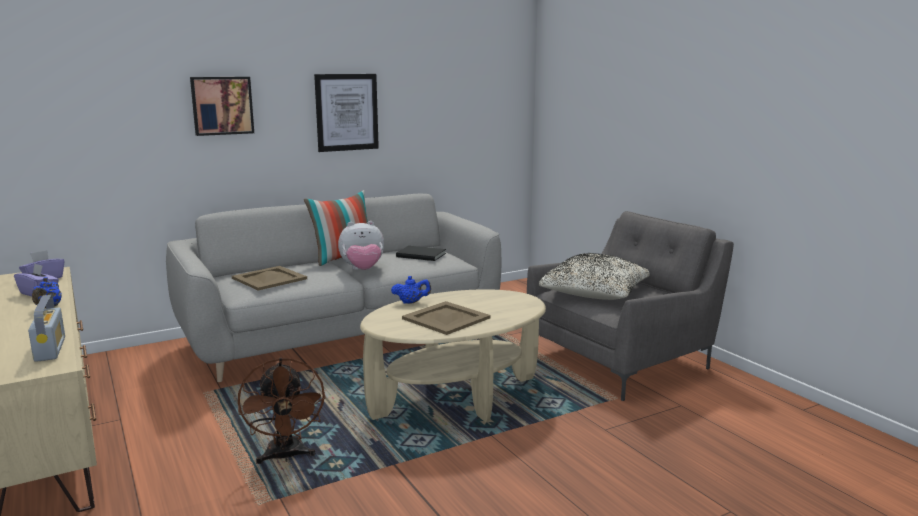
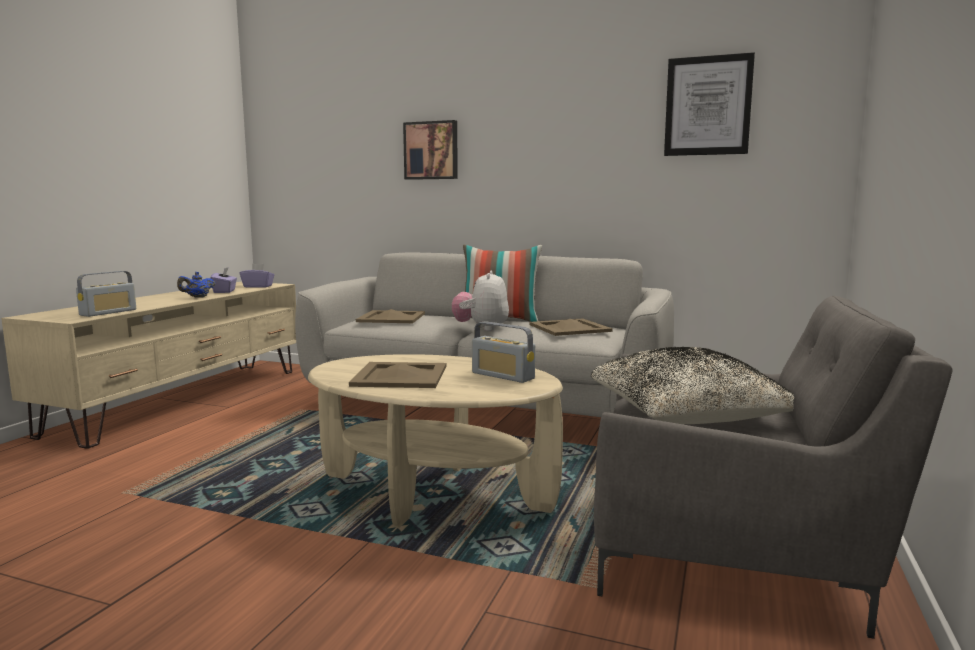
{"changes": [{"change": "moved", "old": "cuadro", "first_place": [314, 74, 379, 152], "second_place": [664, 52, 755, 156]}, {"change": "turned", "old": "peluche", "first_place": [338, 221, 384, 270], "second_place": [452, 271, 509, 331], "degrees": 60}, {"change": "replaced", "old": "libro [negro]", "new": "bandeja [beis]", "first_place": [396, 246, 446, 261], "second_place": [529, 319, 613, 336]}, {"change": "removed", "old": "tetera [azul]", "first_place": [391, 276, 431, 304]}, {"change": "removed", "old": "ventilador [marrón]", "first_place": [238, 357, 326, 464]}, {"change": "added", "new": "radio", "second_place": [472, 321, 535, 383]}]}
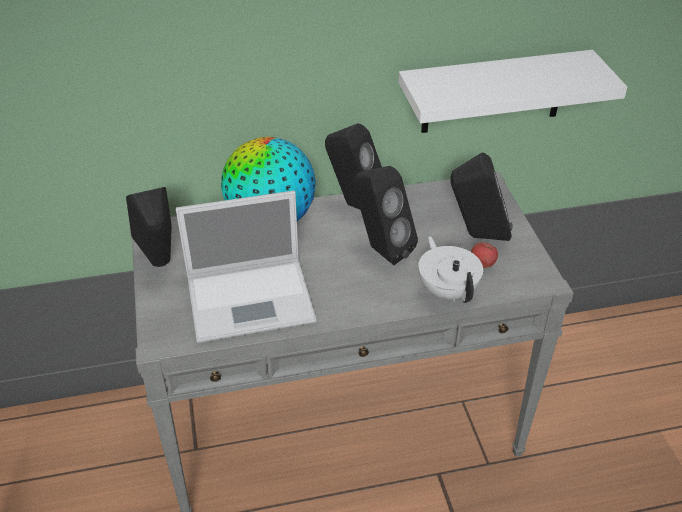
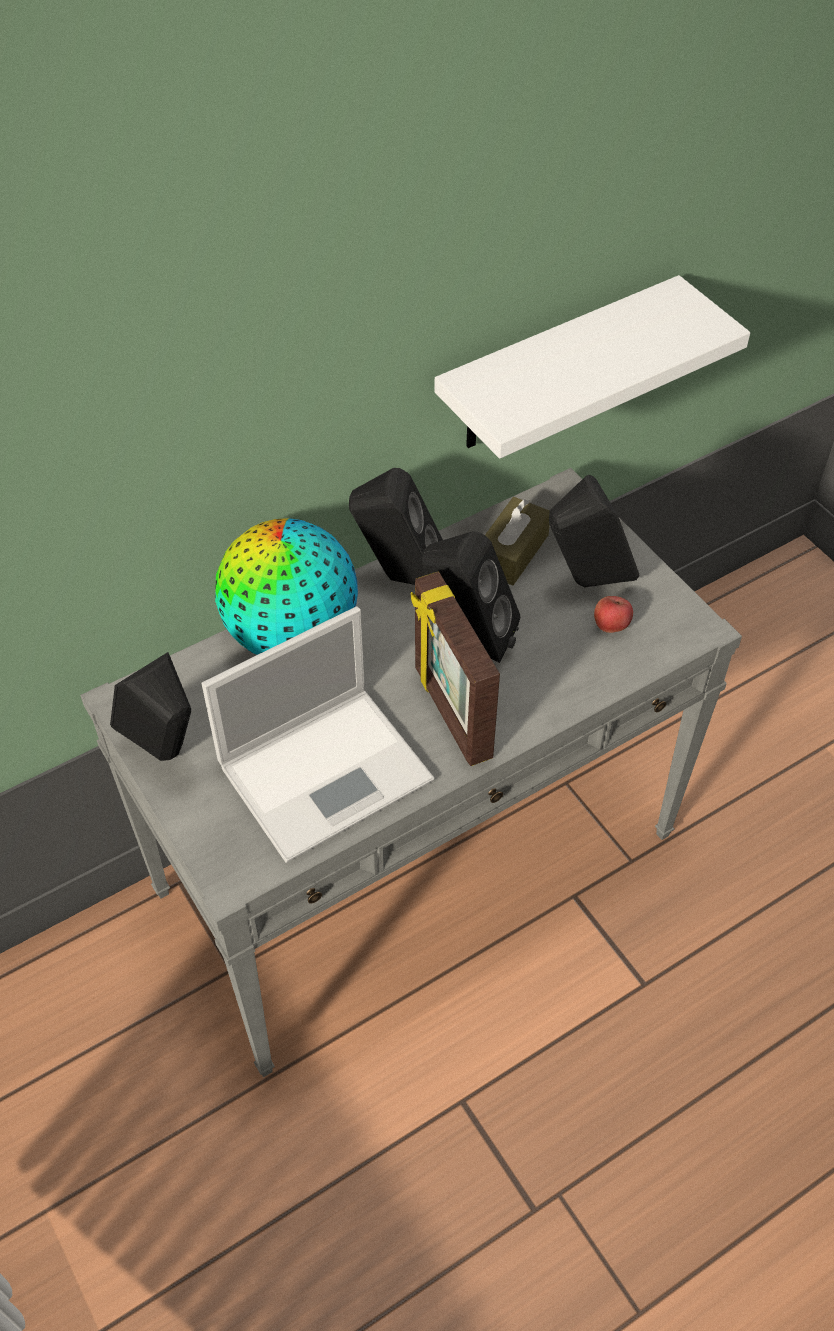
{"changes": [{"change": "removed", "old": "tetera [blanco]", "first_place": [418, 236, 483, 303]}, {"change": "added", "new": "caja de pañuelos [marrón]", "second_place": [485, 497, 550, 585]}, {"change": "added", "new": "portarretratos", "second_place": [411, 571, 500, 766]}]}
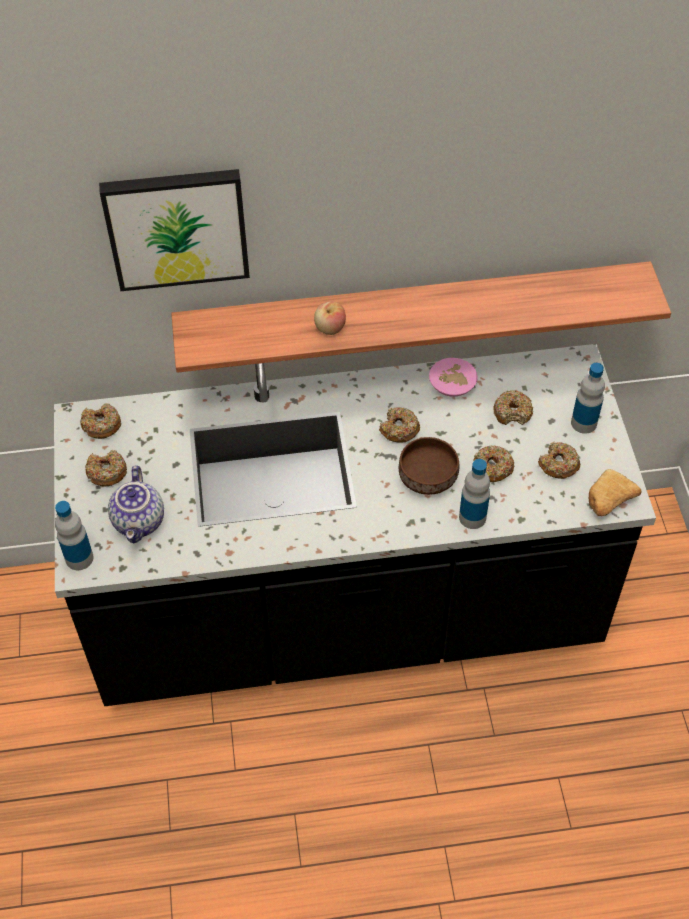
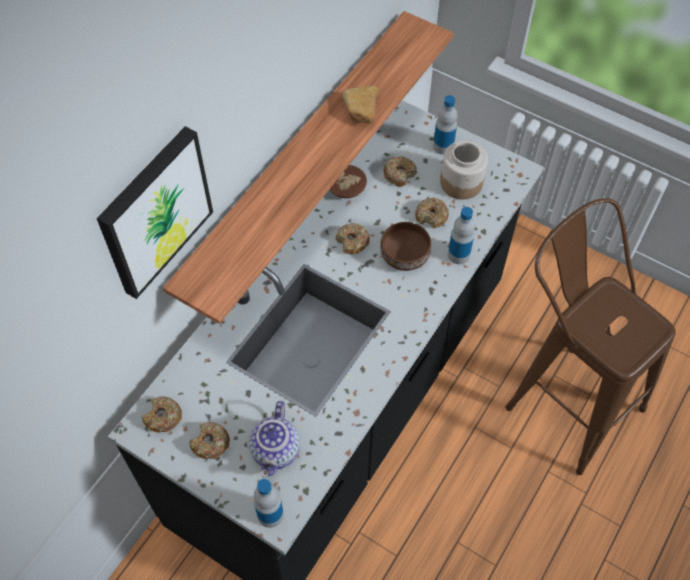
{"changes": [{"change": "removed", "old": "manzana", "first_place": [314, 301, 346, 335]}, {"change": "recoloured", "old": "cuenco [rosa]", "new": "cuenco [marrón]", "first_place": [429, 358, 478, 397], "second_place": [329, 165, 367, 198]}, {"change": "replaced", "old": "rosquilla", "new": "tarro", "first_place": [538, 442, 580, 479], "second_place": [440, 141, 488, 200]}, {"change": "turned", "old": "tetera", "first_place": [108, 465, 164, 543], "second_place": [249, 401, 300, 478], "degrees": 60}, {"change": "moved", "old": "pan", "first_place": [589, 469, 642, 516], "second_place": [342, 86, 380, 123]}, {"change": "added", "new": "taburete [marrón]", "second_place": [506, 198, 676, 475]}]}
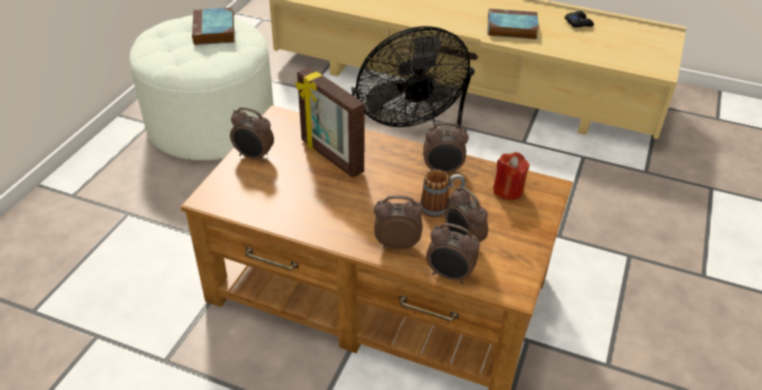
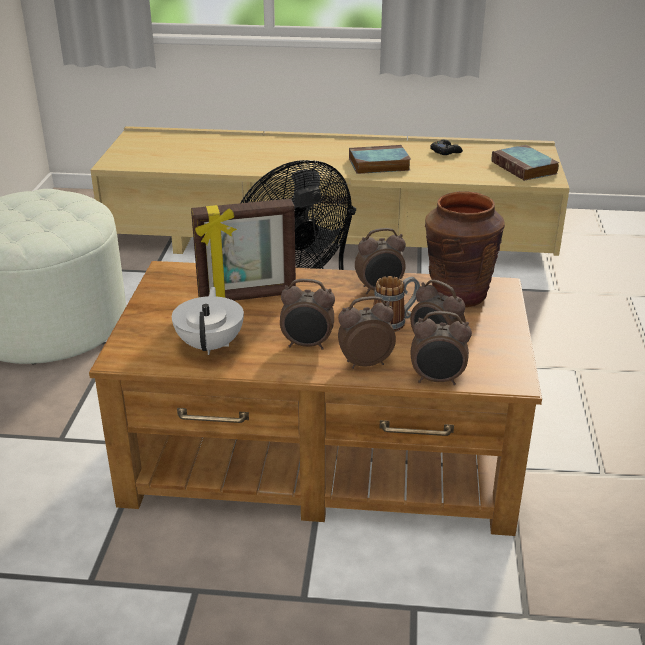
{"changes": [{"change": "moved", "old": "libro", "first_place": [192, 7, 234, 45], "second_place": [492, 145, 559, 181]}, {"change": "turned", "old": "portarretratos", "first_place": [295, 67, 365, 178], "second_place": [191, 199, 296, 301], "degrees": -45}, {"change": "moved", "old": "despertador", "first_place": [230, 107, 274, 163], "second_place": [280, 279, 335, 350]}, {"change": "replaced", "old": "vela [rojo]", "new": "florero [marrón]", "first_place": [493, 152, 530, 200], "second_place": [425, 191, 505, 307]}, {"change": "added", "new": "tetera [blanco]", "second_place": [172, 287, 244, 355]}]}
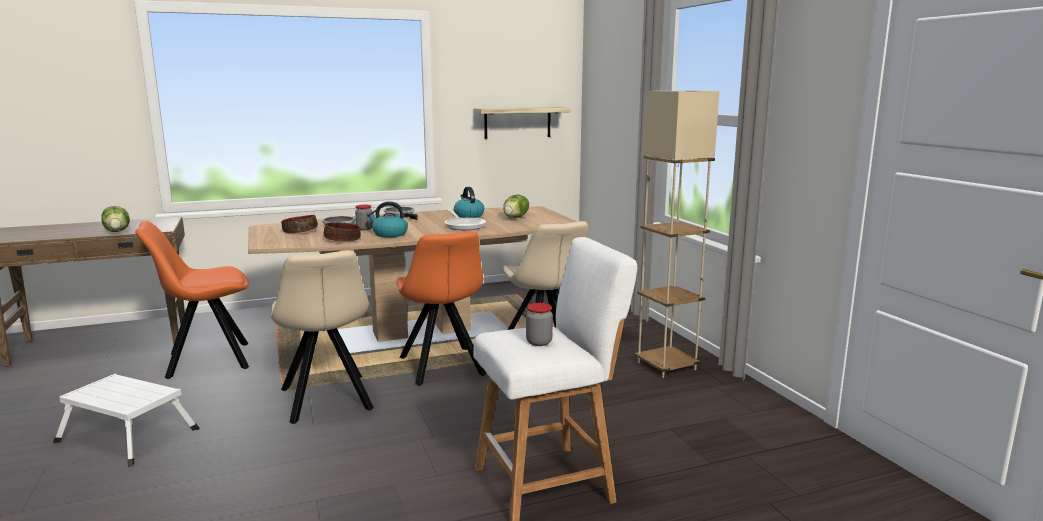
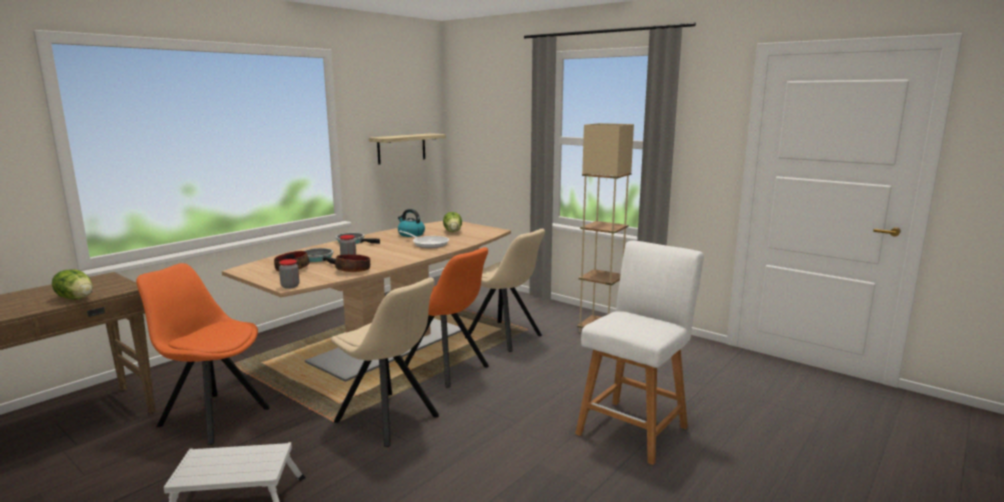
{"changes": [{"change": "removed", "old": "hervidor", "first_place": [367, 201, 408, 237]}, {"change": "turned", "old": "silla [naranja]", "first_place": [135, 220, 249, 379], "second_place": [136, 263, 270, 445], "degrees": 75}, {"change": "moved", "old": "tarro", "first_place": [526, 303, 553, 346], "second_place": [279, 259, 300, 289]}]}
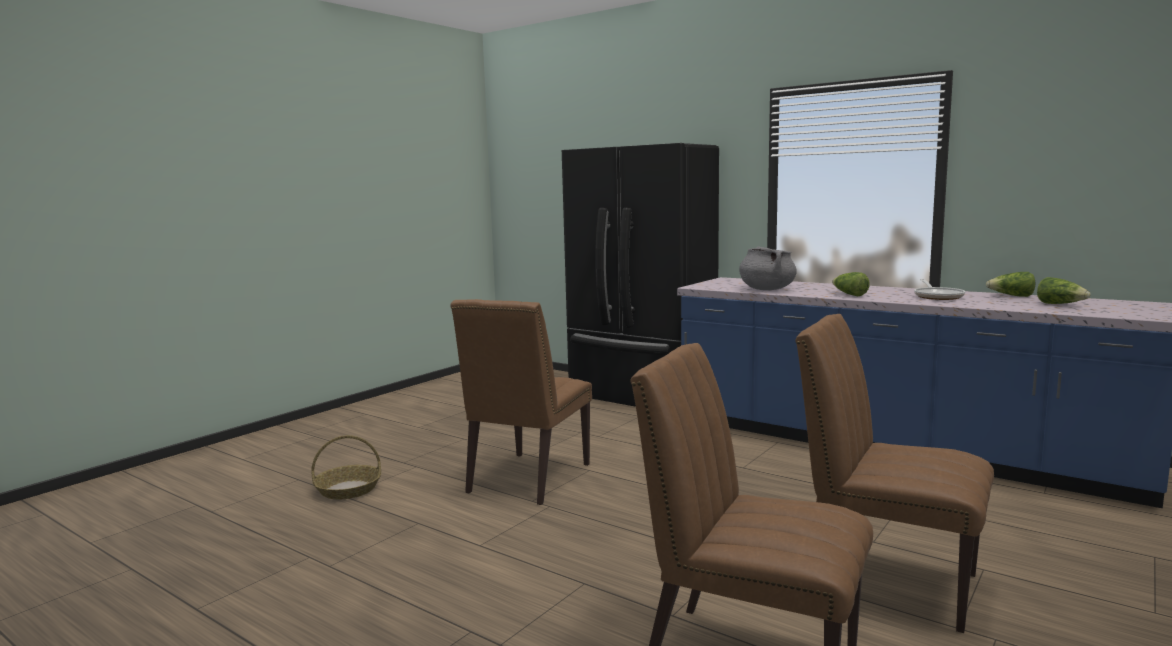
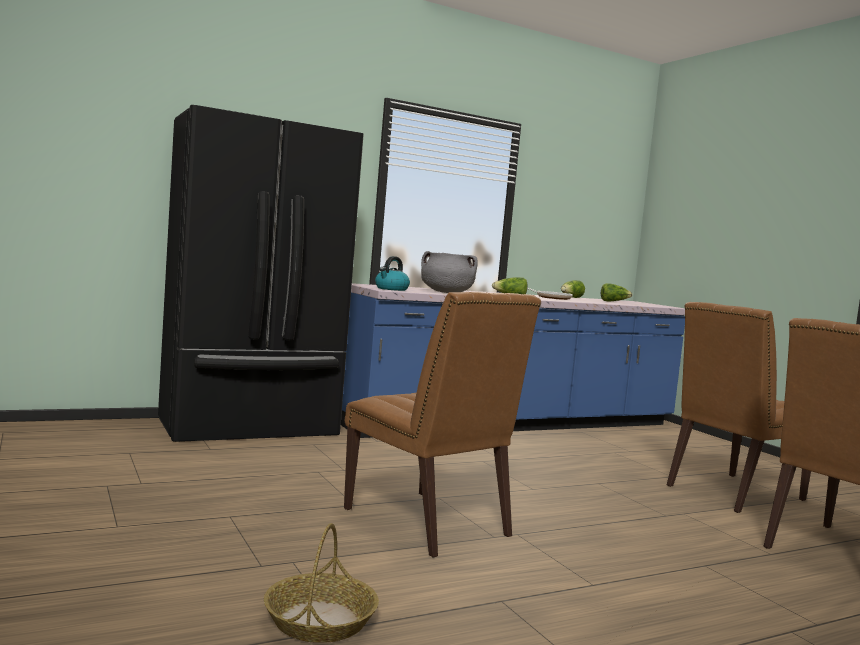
{"changes": [{"change": "added", "new": "hervidor", "second_place": [375, 256, 410, 291]}]}
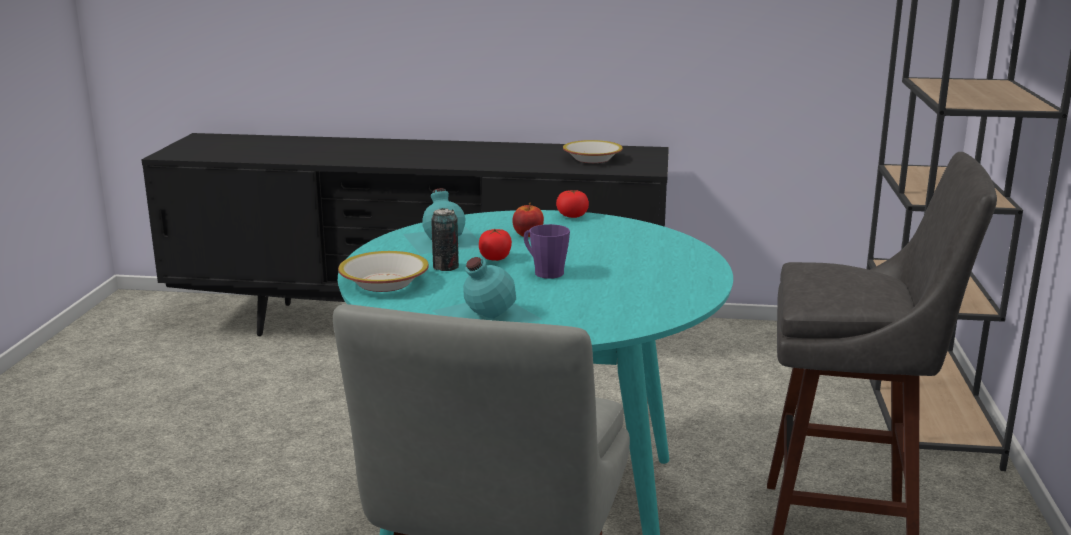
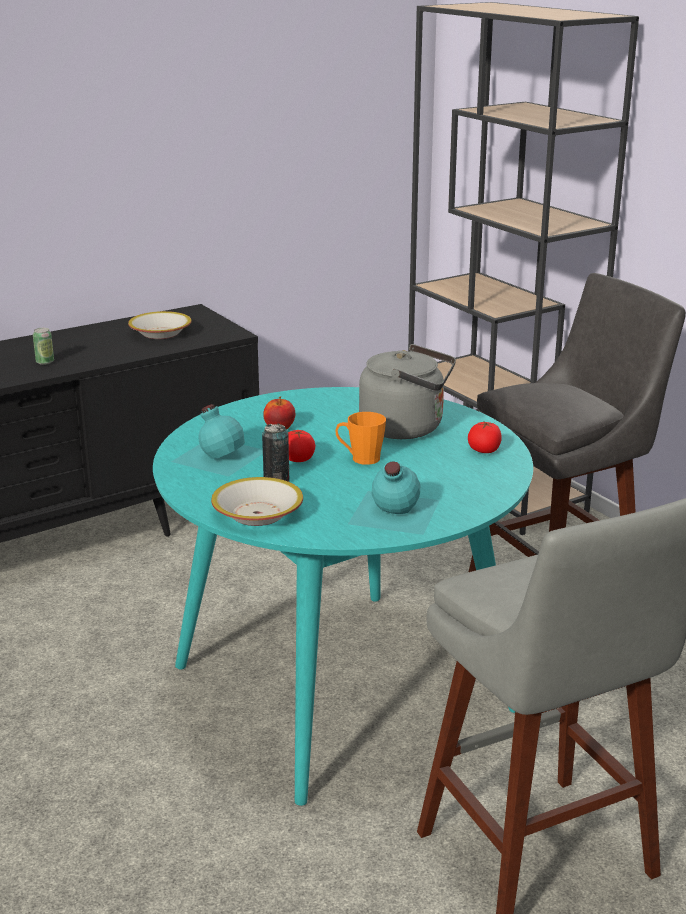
{"changes": [{"change": "moved", "old": "tomate", "first_place": [556, 190, 589, 218], "second_place": [468, 422, 502, 453]}, {"change": "recoloured", "old": "taza grande [morado]", "new": "taza grande [naranja]", "first_place": [524, 224, 570, 279], "second_place": [336, 412, 386, 465]}, {"change": "added", "new": "lata", "second_place": [33, 328, 54, 365]}, {"change": "added", "new": "hervidor [gris]", "second_place": [359, 344, 456, 439]}]}
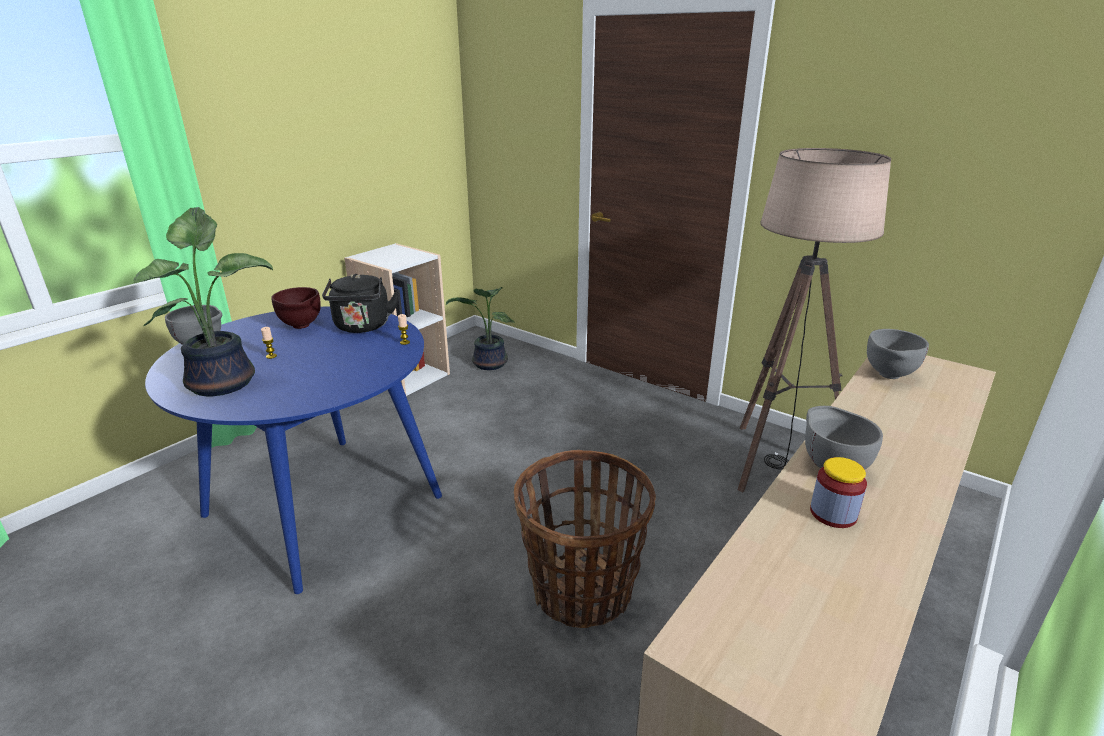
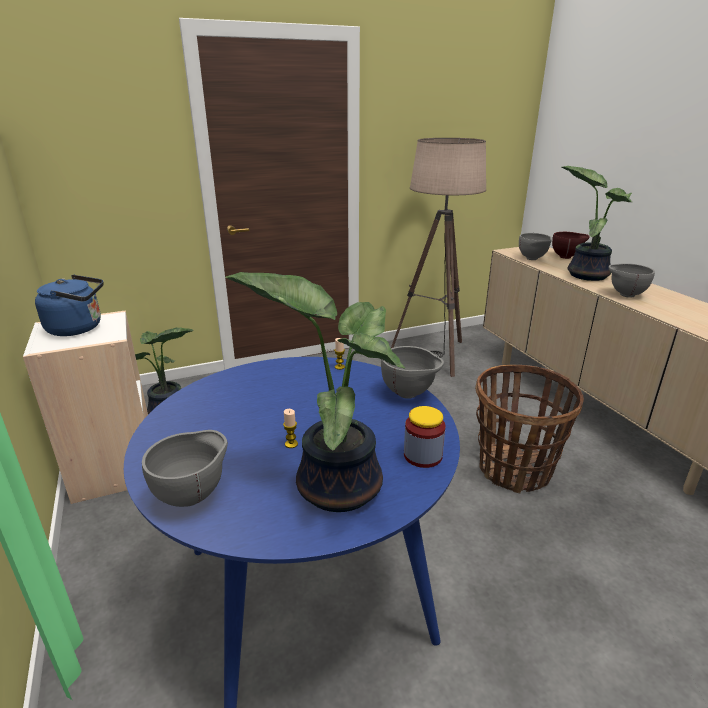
{"changes": [{"change": "removed", "old": "hervidor [negro]", "first_place": [322, 274, 399, 333]}, {"change": "moved", "old": "cuenco [marrón]", "first_place": [271, 287, 321, 329], "second_place": [552, 232, 590, 259]}, {"change": "moved", "old": "tarro", "first_place": [810, 457, 867, 528], "second_place": [404, 406, 445, 468]}, {"change": "added", "new": "planta en maceta", "second_place": [562, 166, 633, 281]}, {"change": "added", "new": "hervidor [azul]", "second_place": [35, 275, 104, 336]}, {"change": "added", "new": "cuenco [gris]", "second_place": [381, 346, 444, 399]}]}
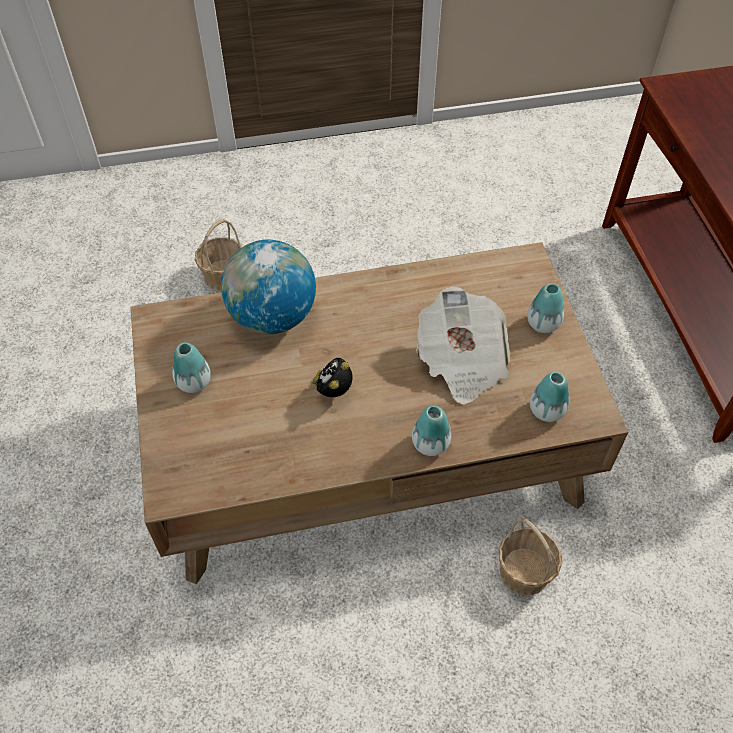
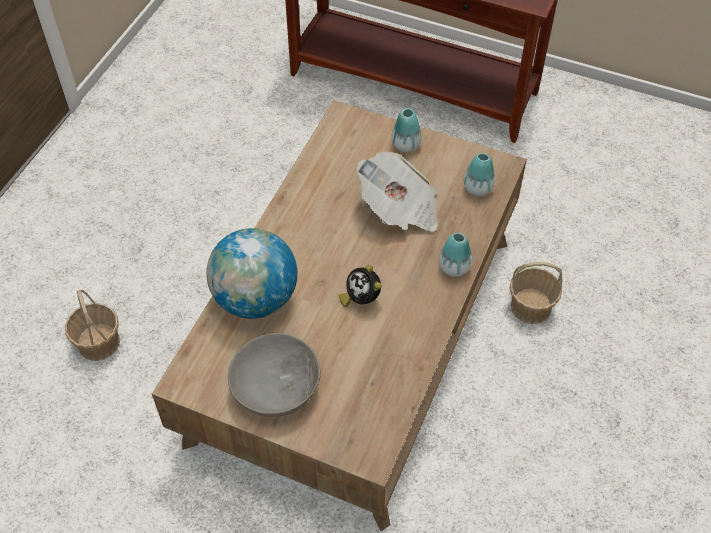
{"changes": [{"change": "replaced", "old": "florero", "new": "cuenco [gris]", "first_place": [172, 342, 211, 393], "second_place": [228, 333, 321, 417]}]}
